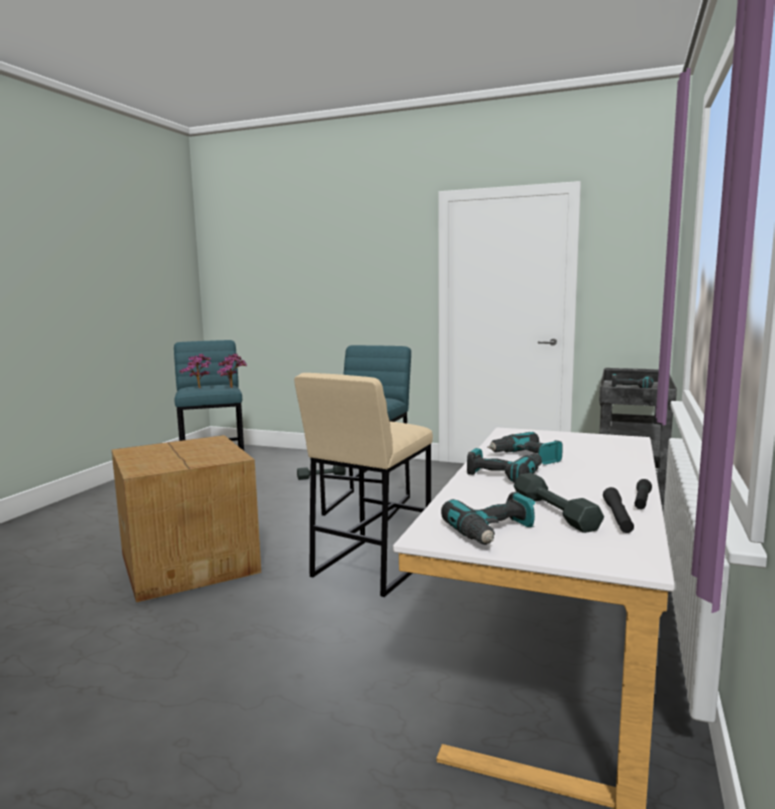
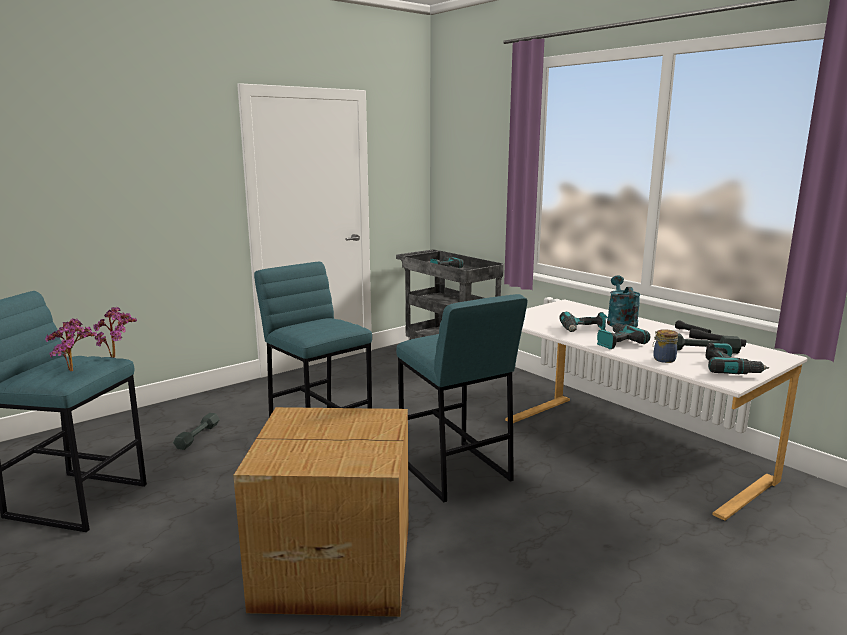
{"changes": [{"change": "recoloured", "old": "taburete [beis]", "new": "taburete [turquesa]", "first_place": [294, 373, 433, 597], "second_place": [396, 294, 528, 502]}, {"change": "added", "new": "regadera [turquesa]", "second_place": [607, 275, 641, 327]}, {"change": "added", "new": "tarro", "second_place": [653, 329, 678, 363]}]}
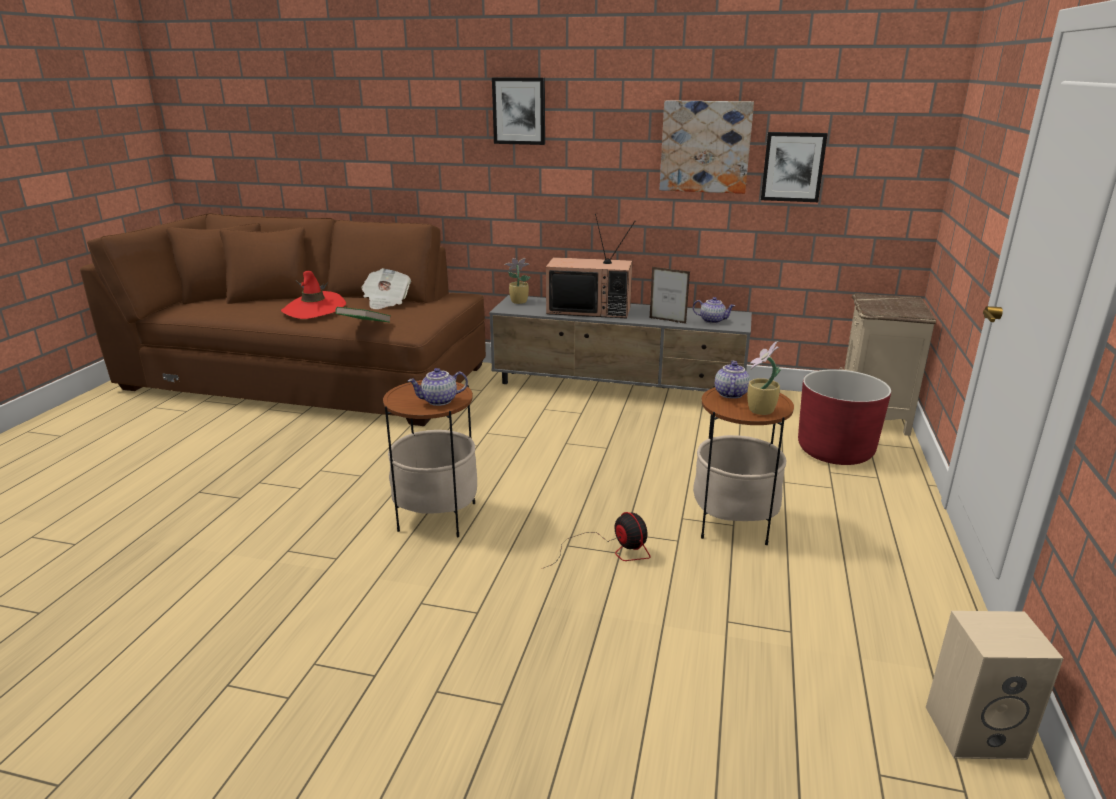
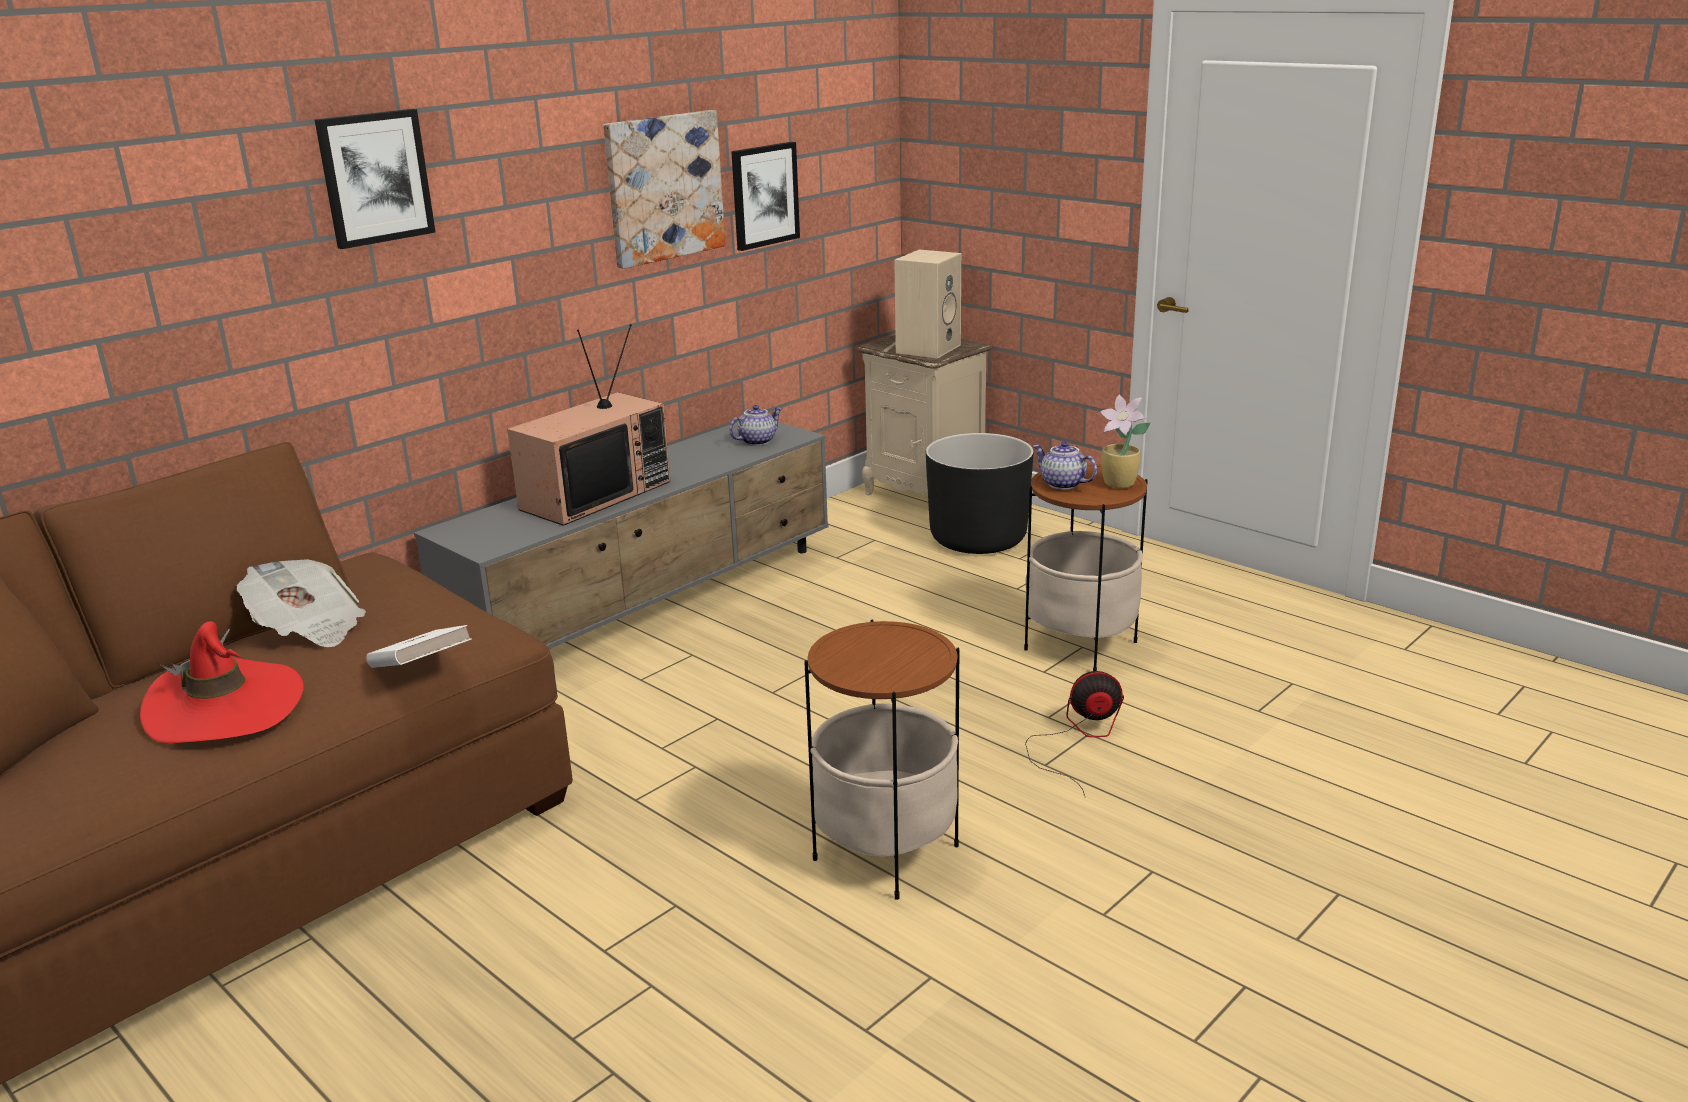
{"changes": [{"change": "removed", "old": "planta en maceta", "first_place": [505, 258, 531, 304]}, {"change": "removed", "old": "portarretratos", "first_place": [650, 267, 690, 324]}, {"change": "recoloured", "old": "libro [verde]", "new": "libro [blanco]", "first_place": [335, 307, 390, 322], "second_place": [366, 625, 472, 668]}, {"change": "removed", "old": "tetera", "first_place": [408, 368, 468, 406]}, {"change": "recoloured", "old": "maceta [rojo]", "new": "maceta [negro]", "first_place": [798, 369, 891, 465], "second_place": [926, 433, 1034, 554]}, {"change": "moved", "old": "altavoz [beis]", "first_place": [926, 611, 1063, 759], "second_place": [894, 249, 961, 359]}]}
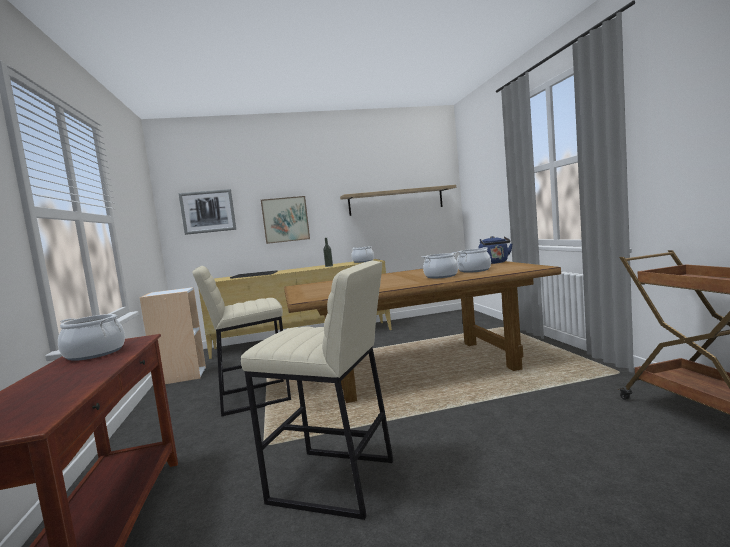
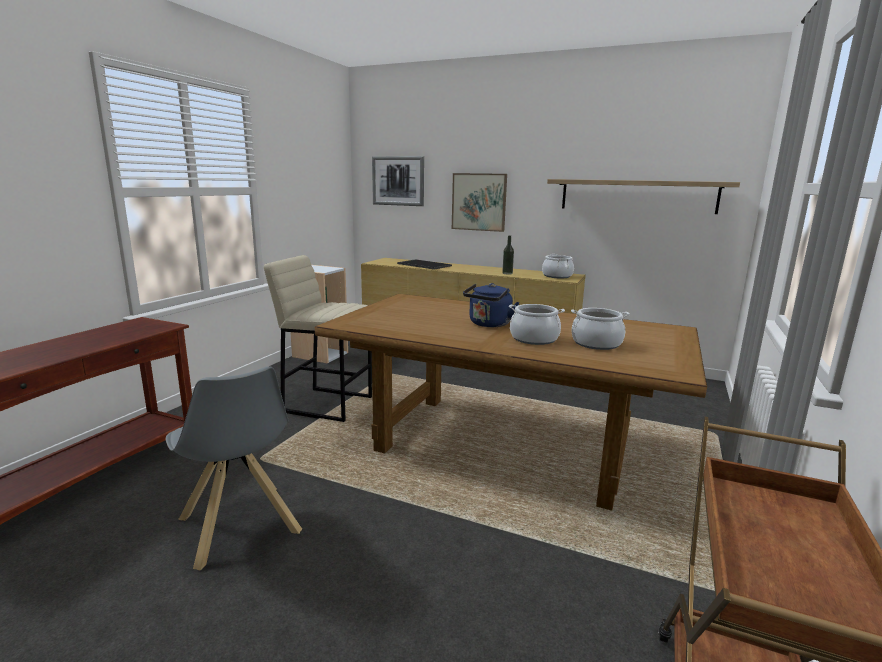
{"changes": [{"change": "moved", "old": "hervidor [azul]", "first_place": [479, 236, 513, 264], "second_place": [463, 283, 520, 327]}, {"change": "replaced", "old": "taburete [beis]", "new": "silla [gris]", "first_place": [241, 260, 393, 520], "second_place": [166, 366, 302, 570]}, {"change": "removed", "old": "olla", "first_place": [58, 314, 125, 361]}]}
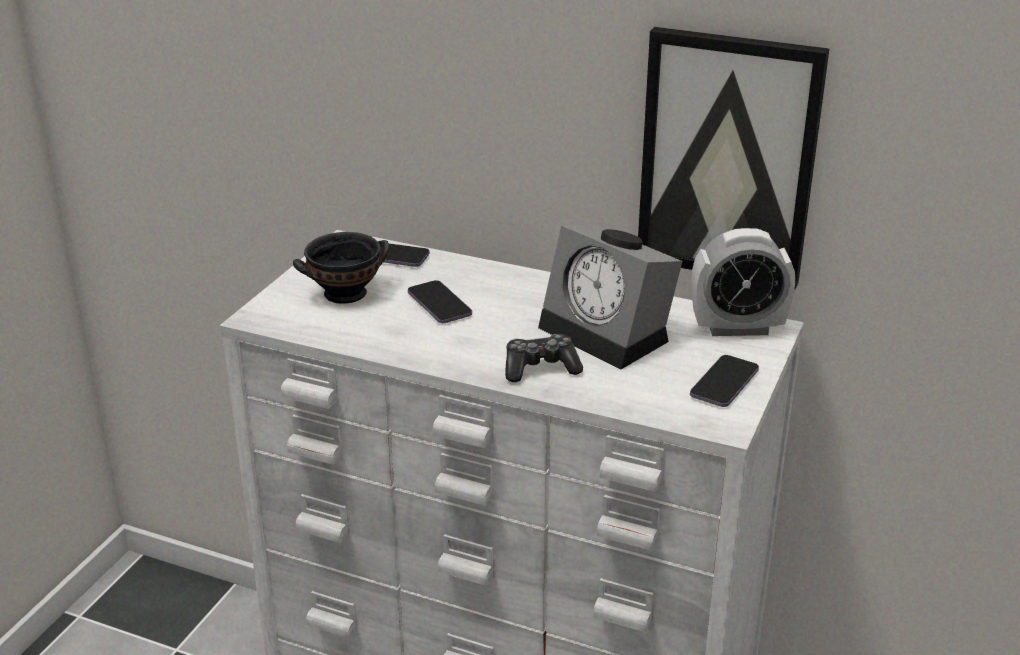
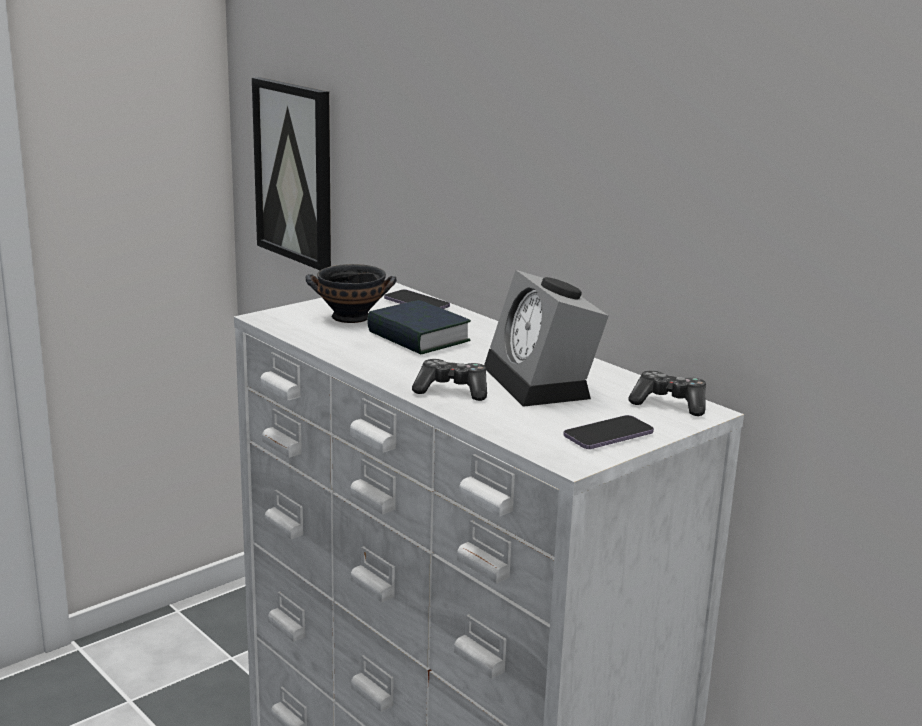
{"changes": [{"change": "moved", "old": "cuadro", "first_place": [638, 27, 830, 289], "second_place": [252, 77, 331, 270]}, {"change": "replaced", "old": "despertador", "new": "mando de consola", "first_place": [691, 228, 795, 336], "second_place": [628, 370, 706, 416]}, {"change": "replaced", "old": "móvil", "new": "libro", "first_place": [408, 280, 472, 323], "second_place": [367, 300, 471, 354]}]}
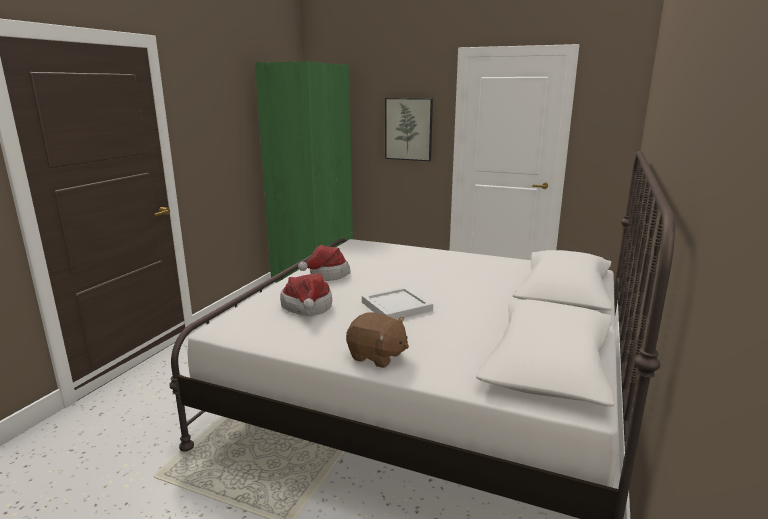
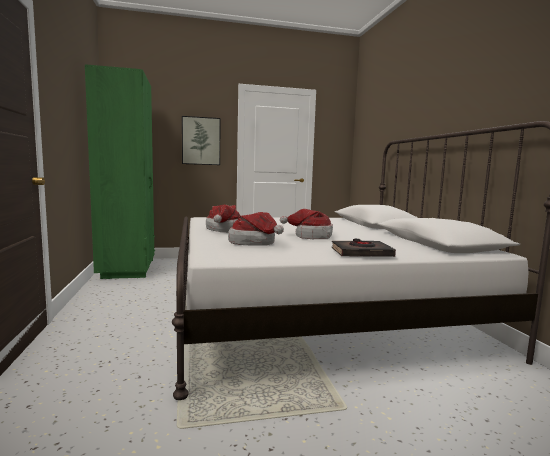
{"changes": [{"change": "replaced", "old": "bandeja [blanco]", "new": "sombrero", "first_place": [362, 287, 433, 320], "second_place": [280, 209, 333, 239]}, {"change": "replaced", "old": "peluche [marrón]", "new": "libro [negro]", "first_place": [346, 312, 409, 368], "second_place": [331, 239, 396, 257]}]}
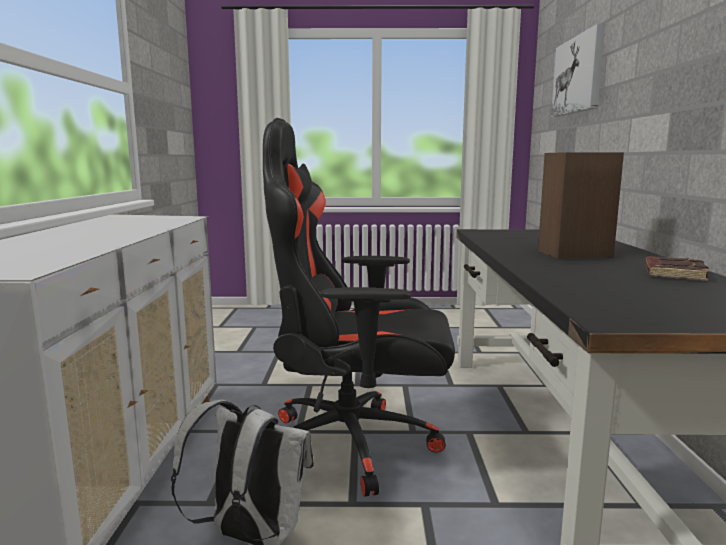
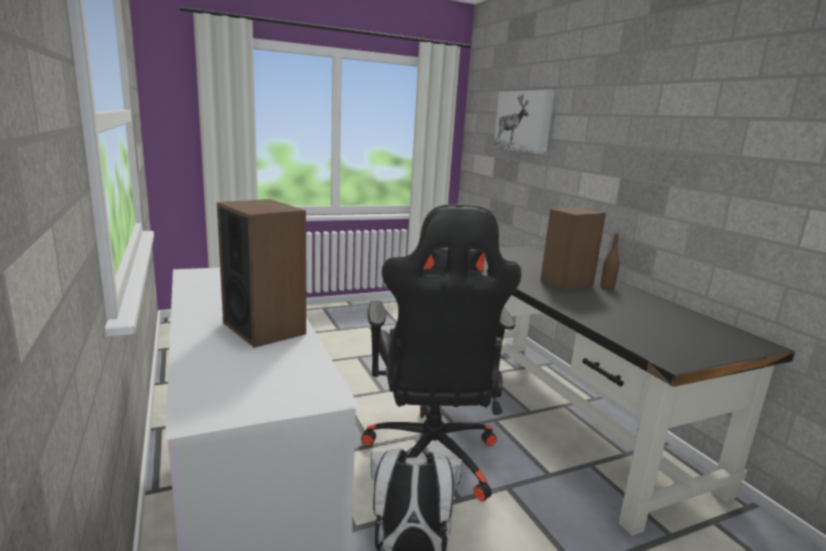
{"changes": [{"change": "turned", "old": "silla de oficina [negro]", "first_place": [263, 118, 455, 496], "second_place": [361, 204, 522, 502], "degrees": -75}, {"change": "removed", "old": "libro [marrón]", "first_place": [645, 256, 709, 281]}, {"change": "added", "new": "altavoz", "second_place": [217, 199, 306, 348]}, {"change": "added", "new": "botella [marrón]", "second_place": [601, 233, 619, 289]}]}
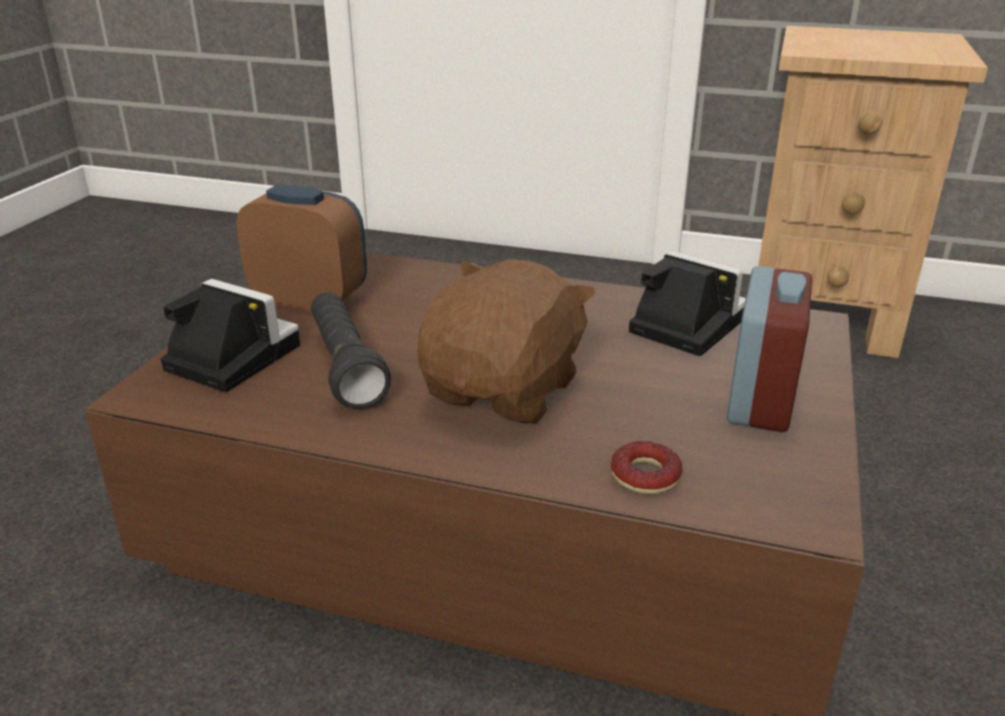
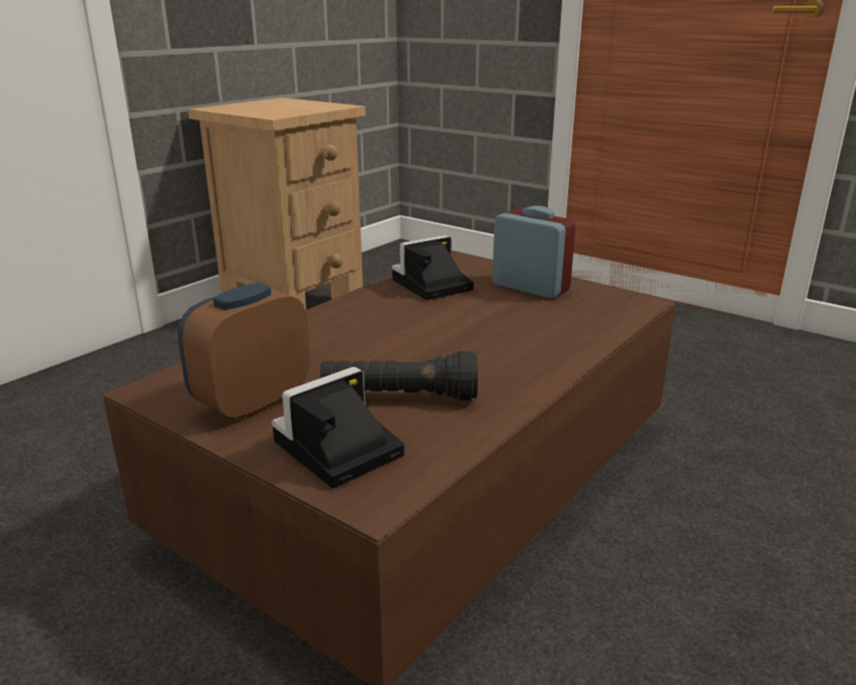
{"changes": [{"change": "removed", "old": "peluche [marrón]", "first_place": [417, 259, 596, 424]}, {"change": "removed", "old": "rosquilla", "first_place": [611, 441, 682, 494]}]}
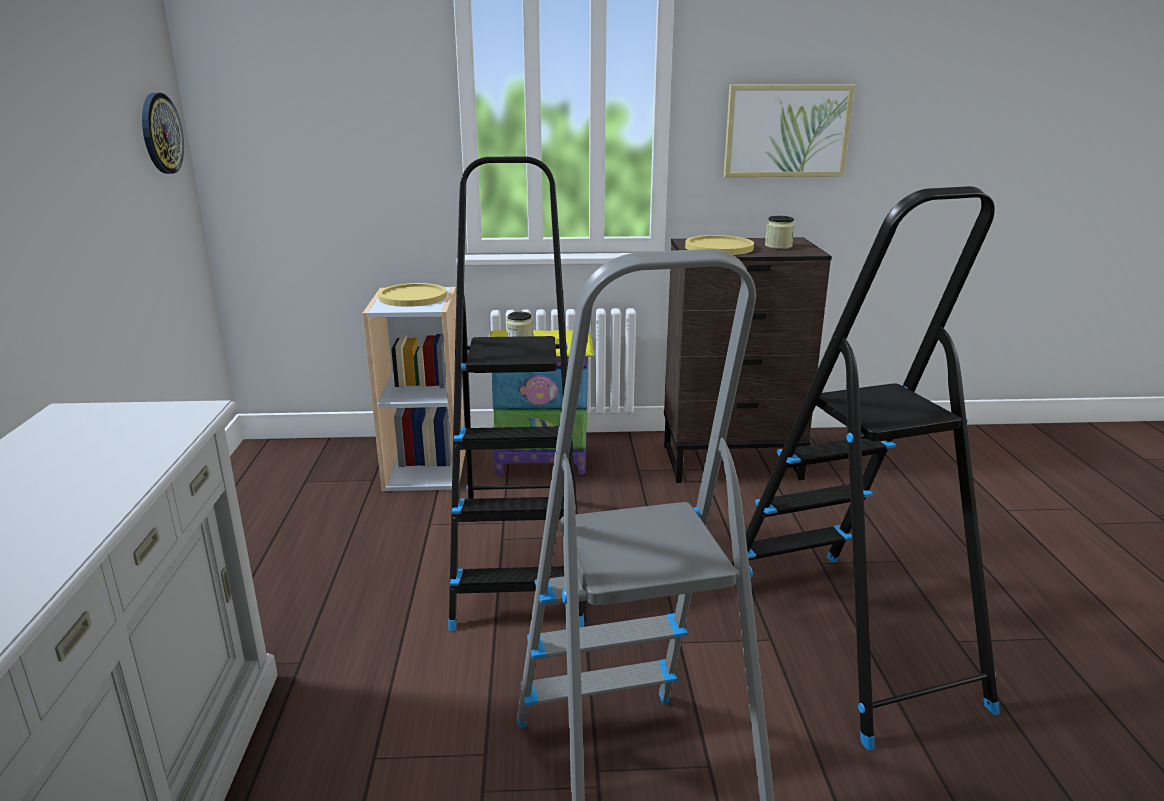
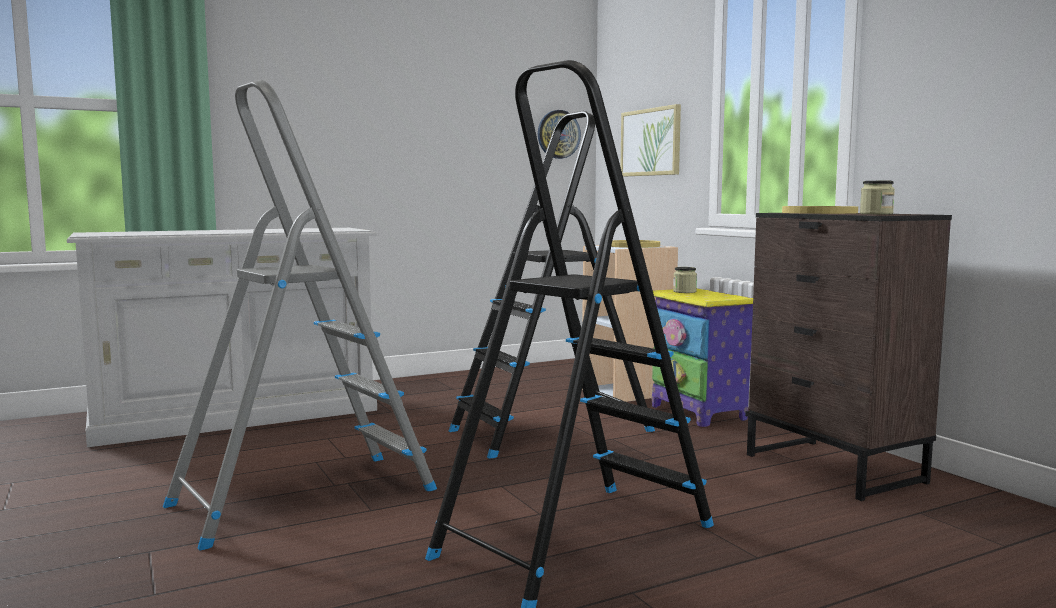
{"changes": [{"change": "moved", "old": "cuadro", "first_place": [724, 84, 855, 177], "second_place": [621, 104, 681, 177]}]}
